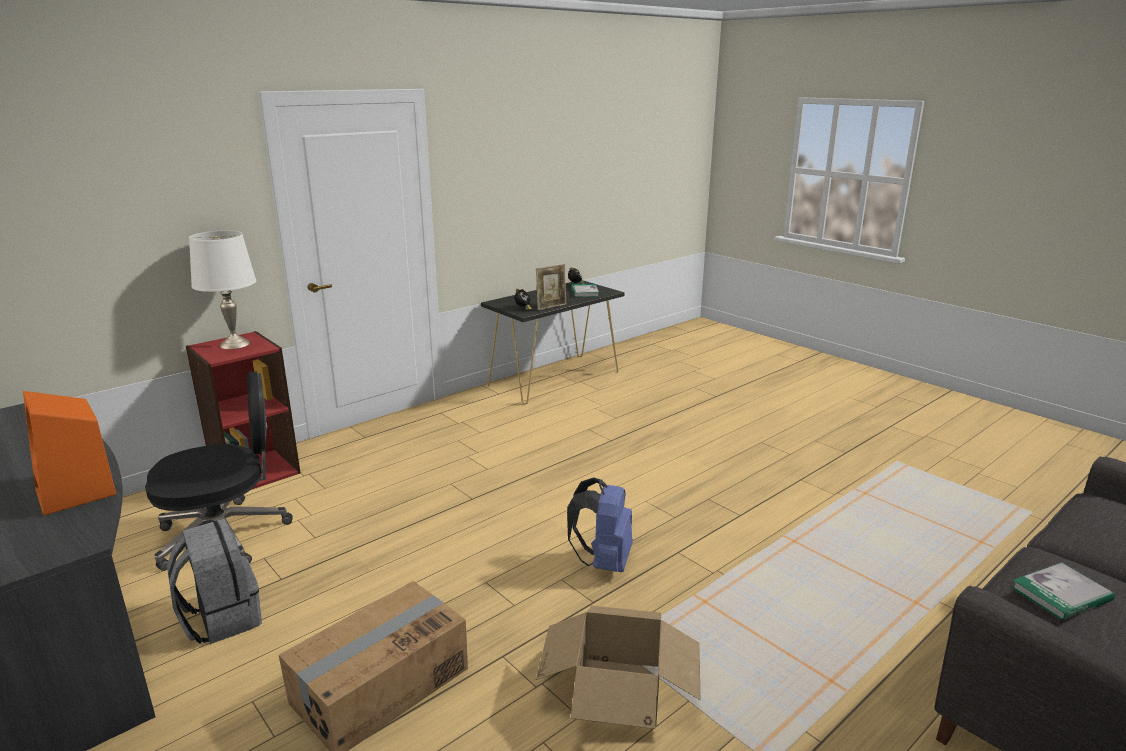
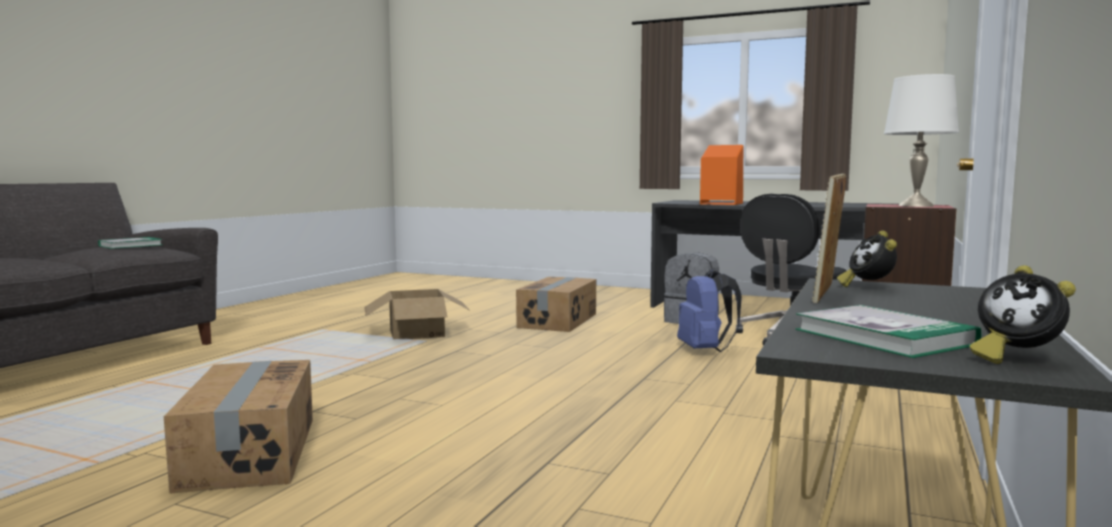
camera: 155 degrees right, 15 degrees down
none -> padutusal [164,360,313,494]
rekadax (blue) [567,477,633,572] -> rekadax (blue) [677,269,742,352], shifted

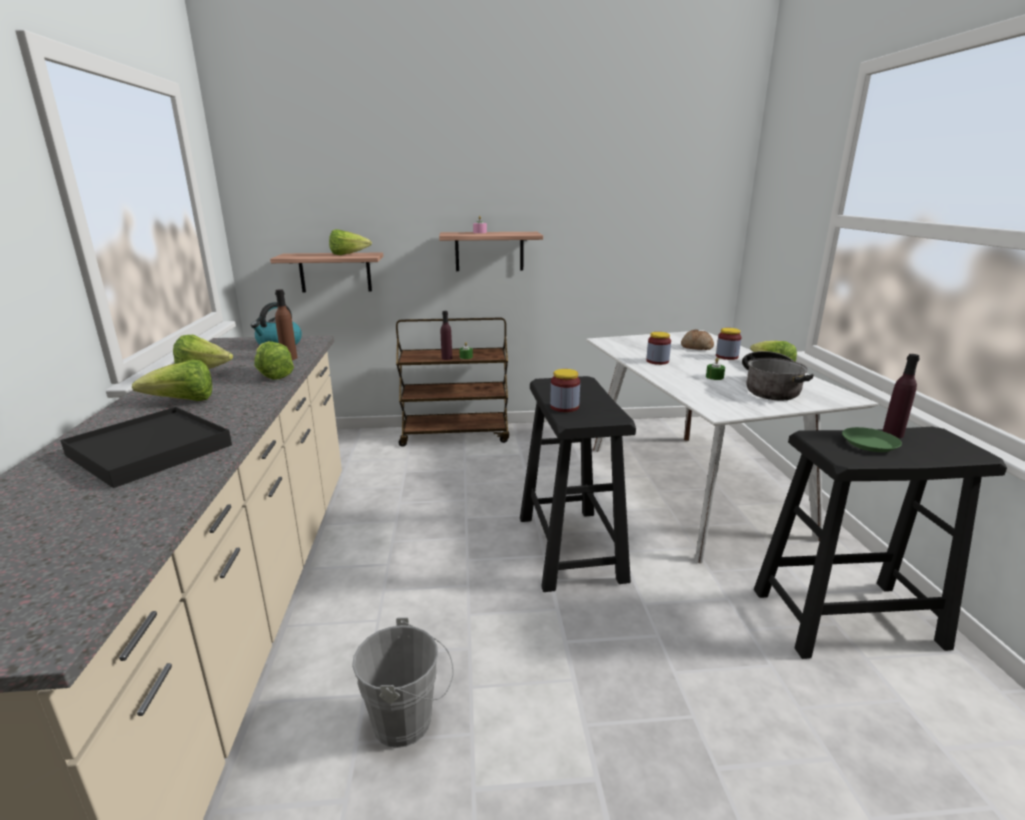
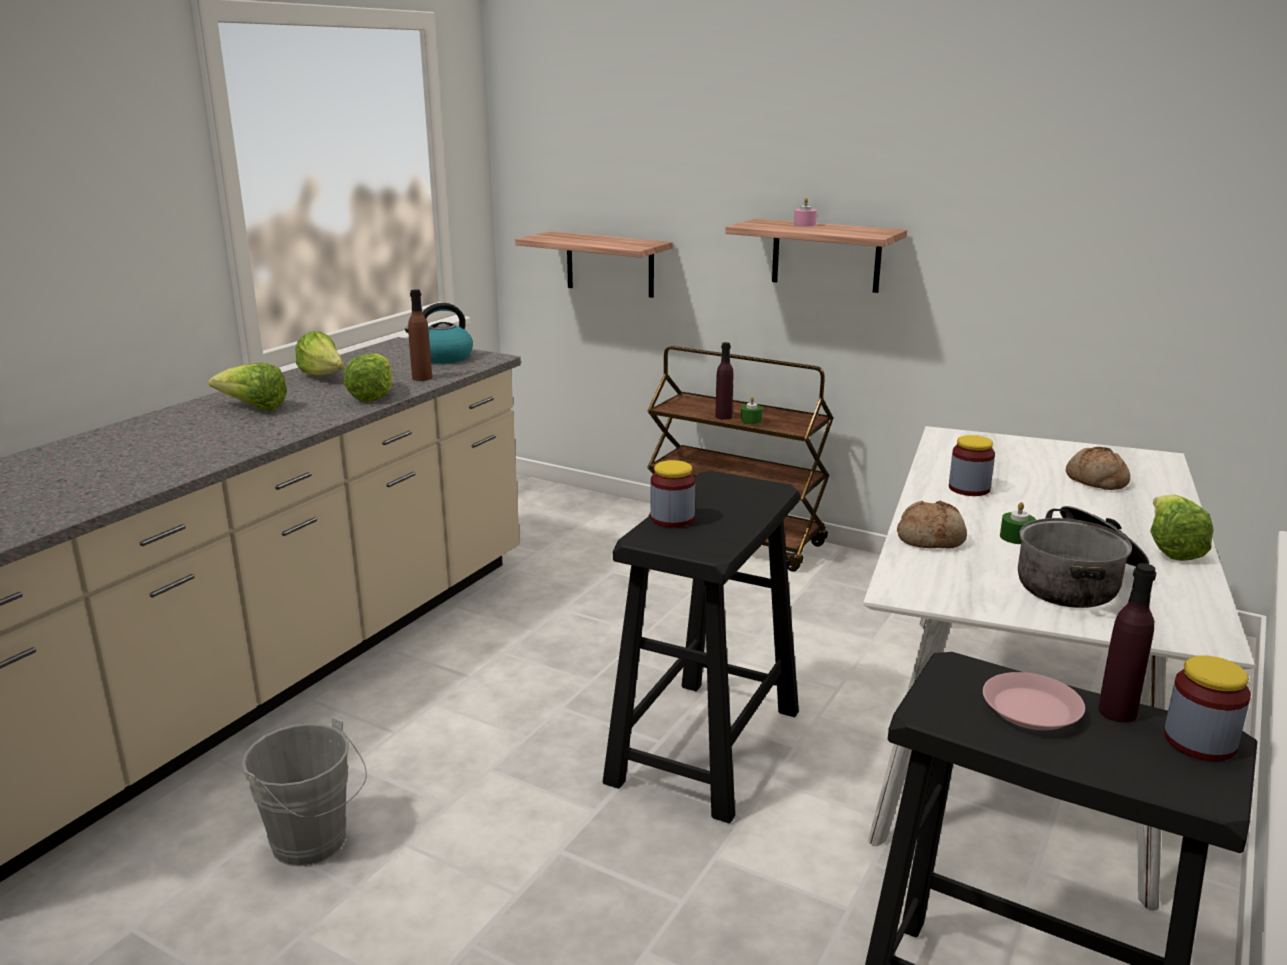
camera: 35 degrees right, 0 degrees up
none -> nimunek [897,501,967,548]
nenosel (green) [842,427,902,452] -> nenosel (pink) [983,672,1085,730]
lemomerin [716,328,742,360] -> lemomerin [1164,655,1251,761], shifted
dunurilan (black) [60,407,232,488] -> none
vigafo [329,229,372,255] -> none

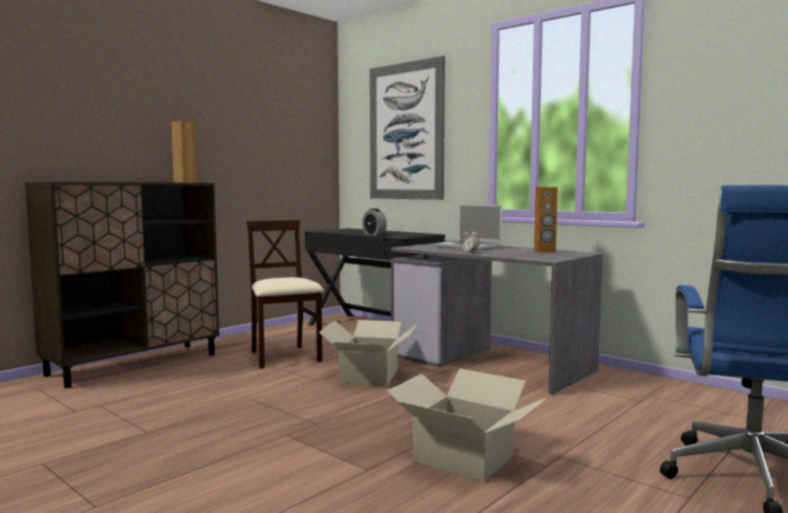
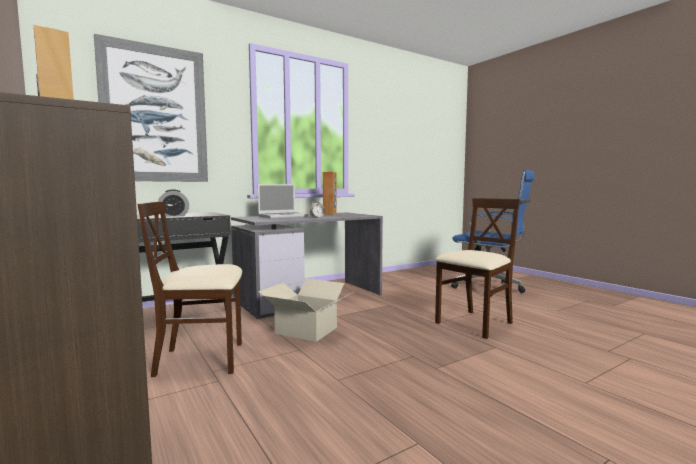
camera: 75 degrees left, 0 degrees up
padutusal [387,369,545,482] -> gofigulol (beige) [435,198,520,339]

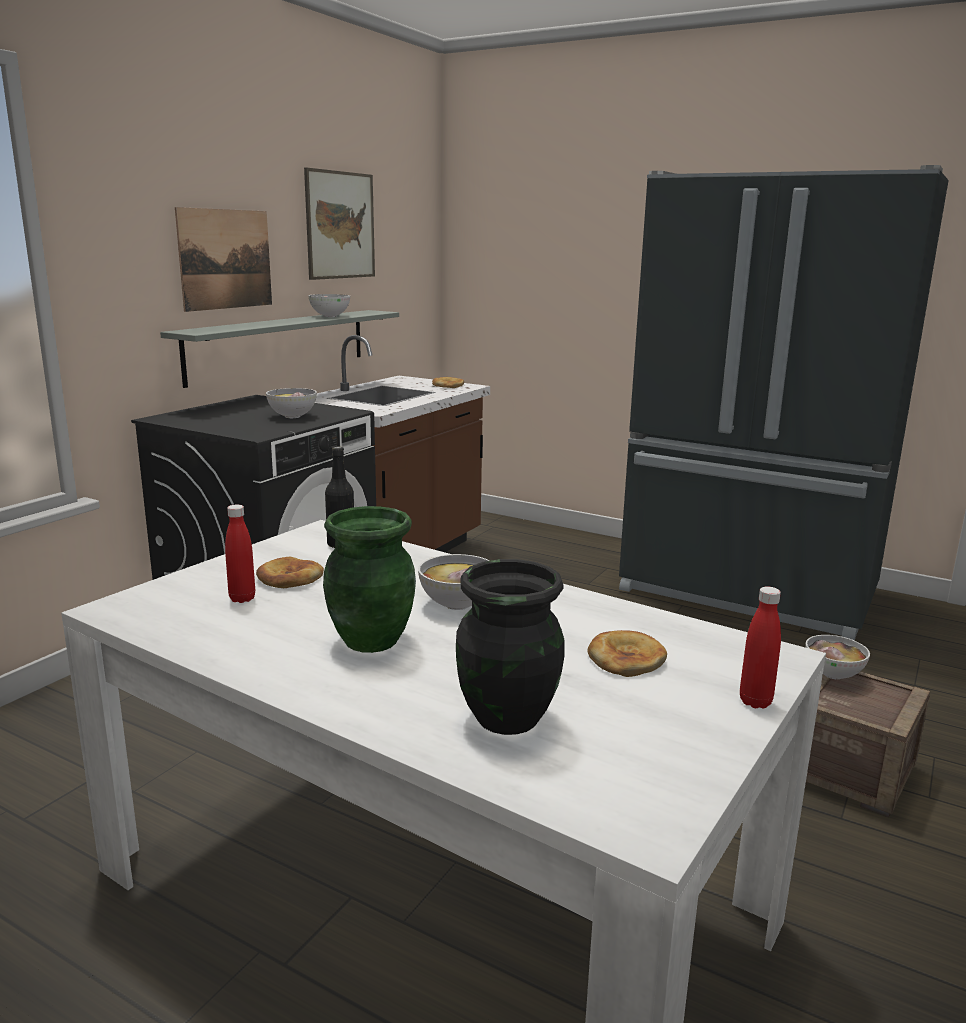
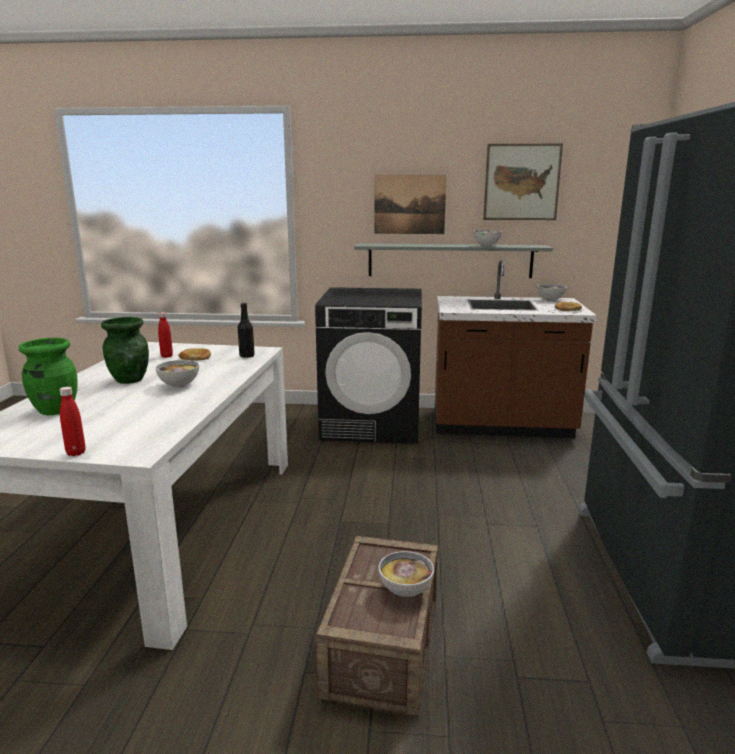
camera: 65 degrees right, 0 degrees up
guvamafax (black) [456,559,564,735] -> guvamafax (green) [19,338,78,415]
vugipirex [266,388,317,418] -> vugipirex [537,284,567,301], shifted
nimunek [588,630,667,677] -> none

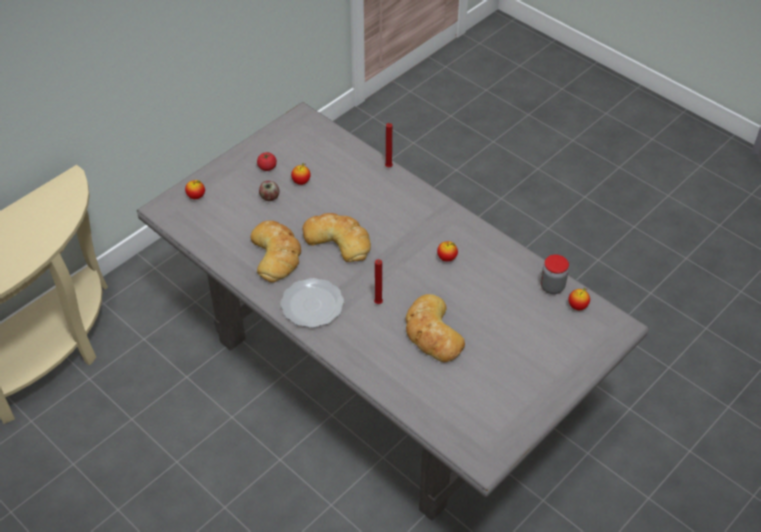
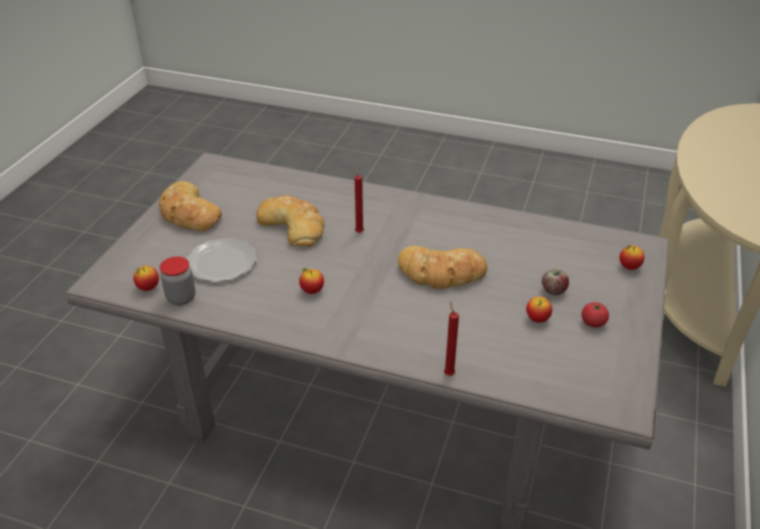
camera: 155 degrees right, 10 degrees down
nimunek [251,221,301,283] -> nimunek [159,181,222,231], shifted
nenosel [281,278,344,328] -> nenosel [186,238,257,282], shifted

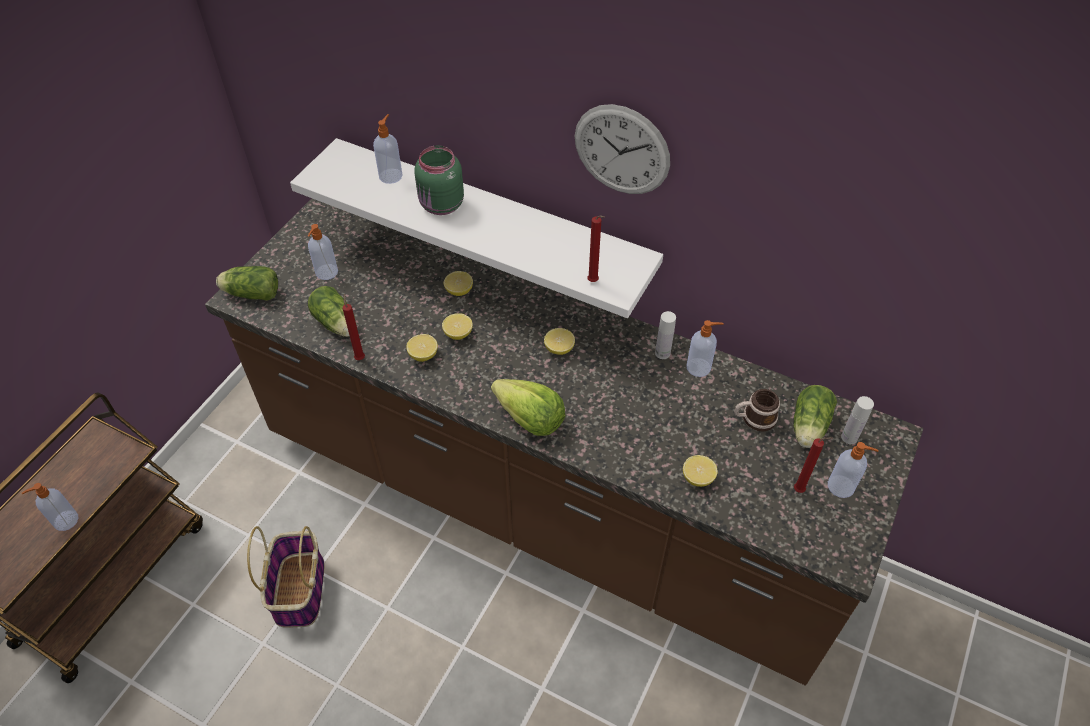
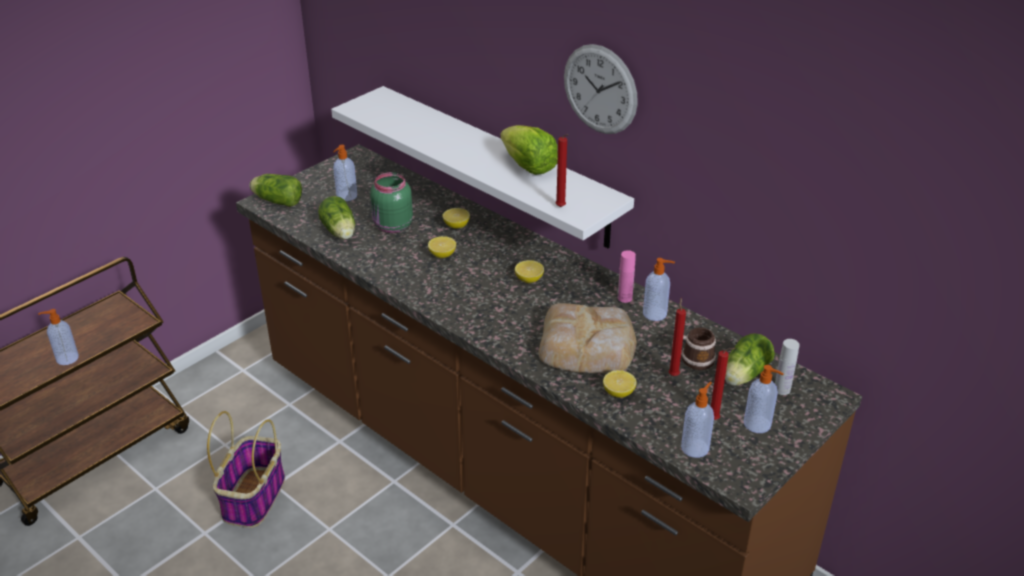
camera: 15 degrees right, 15 degrees down
lemomerin (green) [415,145,464,215] -> lemomerin (green) [370,172,413,233], shifted
vigafo [491,379,565,436] -> vigafo [500,125,558,175], shifted
none -> nimunek [539,303,637,373]
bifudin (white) [655,311,676,359] -> bifudin (pink) [618,250,636,303]
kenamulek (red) [343,294,365,360] -> kenamulek (red) [669,298,686,376], shifted
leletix [373,114,403,184] -> leletix [681,381,714,458], shifted
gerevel [406,334,438,362] -> none

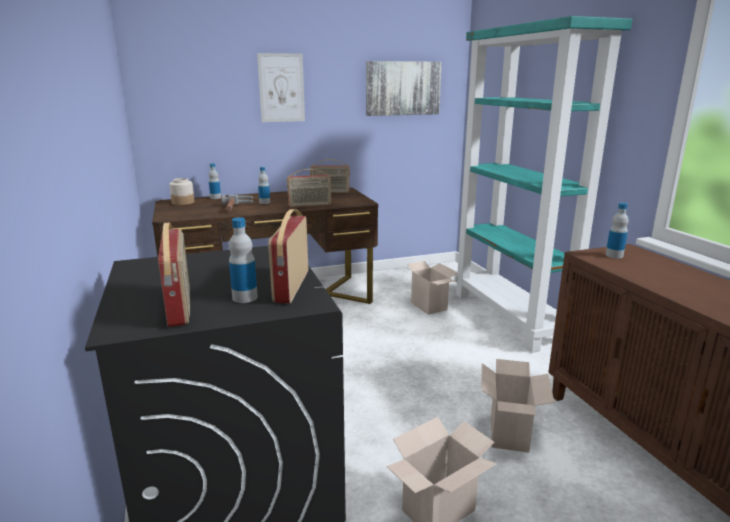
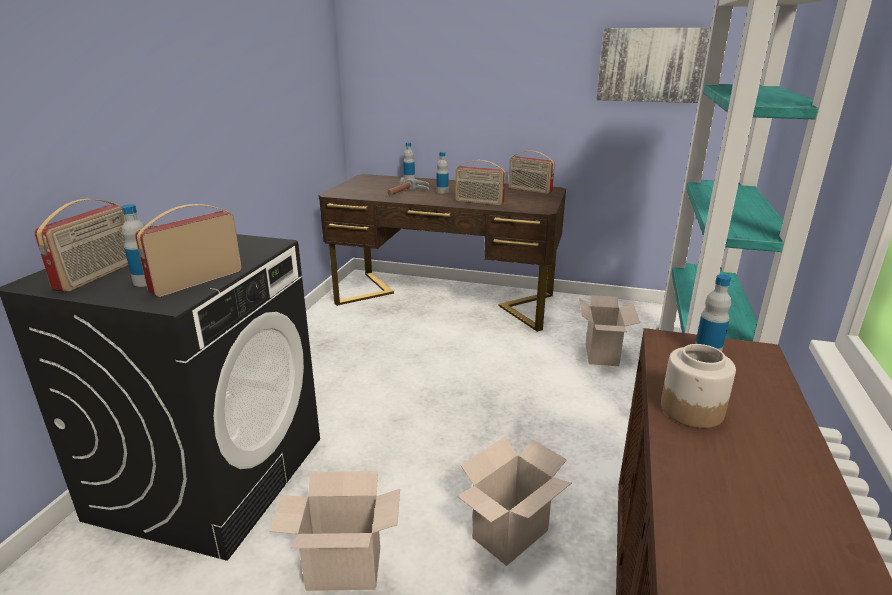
camera: 35 degrees right, 5 degrees up
lemomerin [169,178,195,205] -> lemomerin [661,344,736,428], shifted
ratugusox [257,53,305,122] -> none

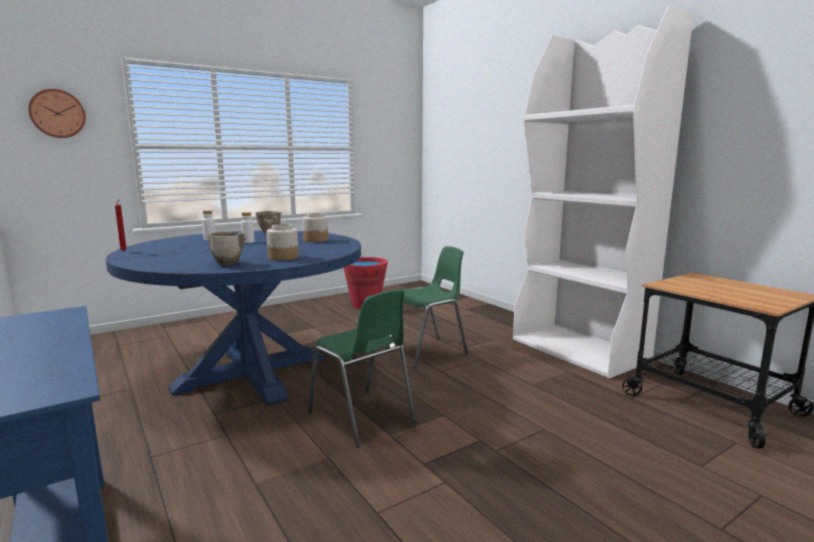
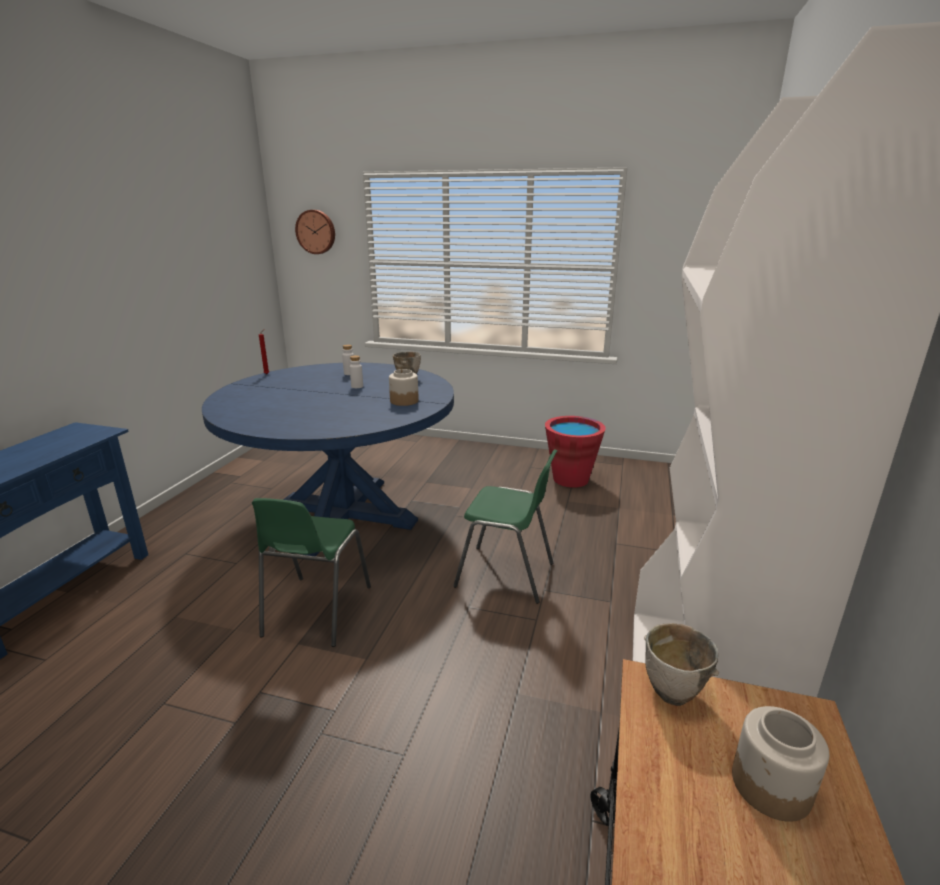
camera: 50 degrees right, 10 degrees up
vugipirex [206,232,246,266] -> vugipirex [644,623,719,706], shifted
lemomerin [267,224,299,261] -> lemomerin [732,706,829,822], shifted

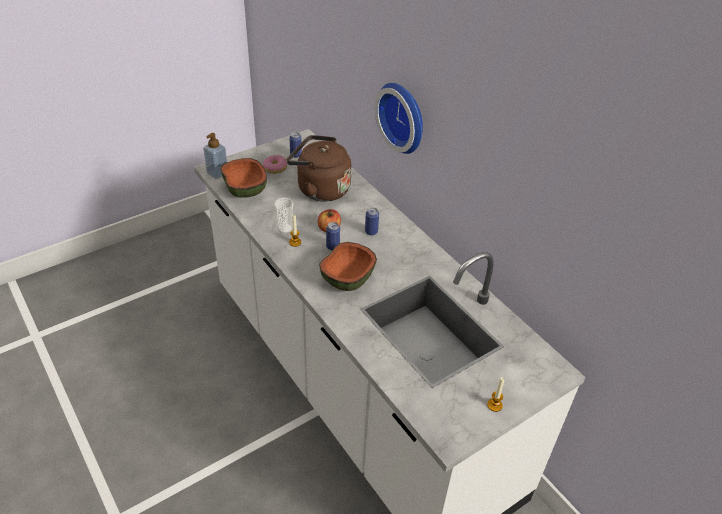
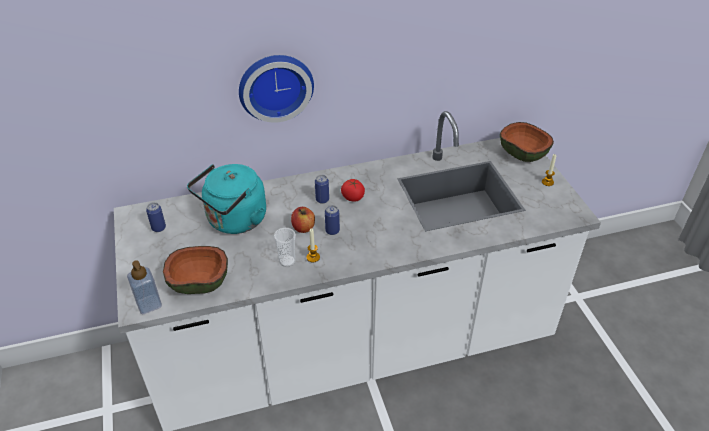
camera: 70 degrees left, 0 degrees up
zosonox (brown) [287,135,351,202] -> zosonox (turquoise) [187,164,266,234]
none -> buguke [341,179,365,202]
vugipirex [319,242,377,291] -> vugipirex [500,122,554,162], shifted
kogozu [263,155,288,174] -> none

